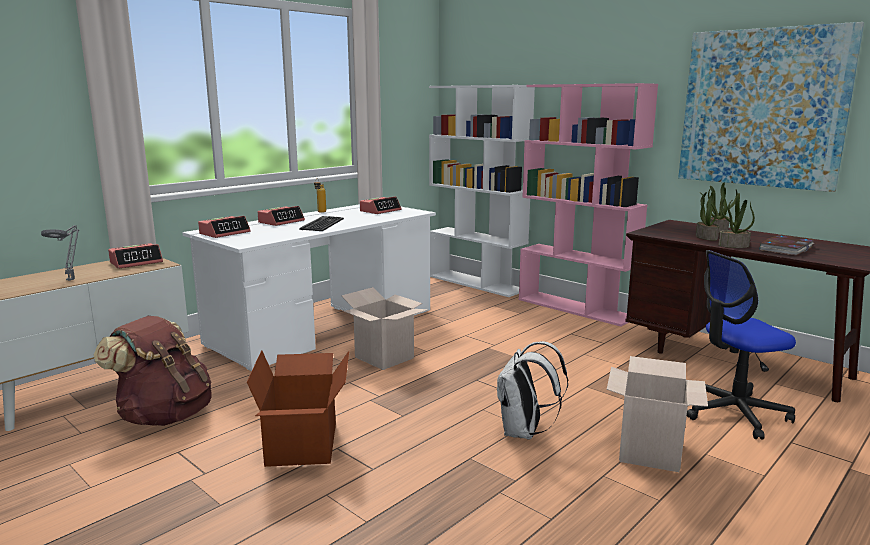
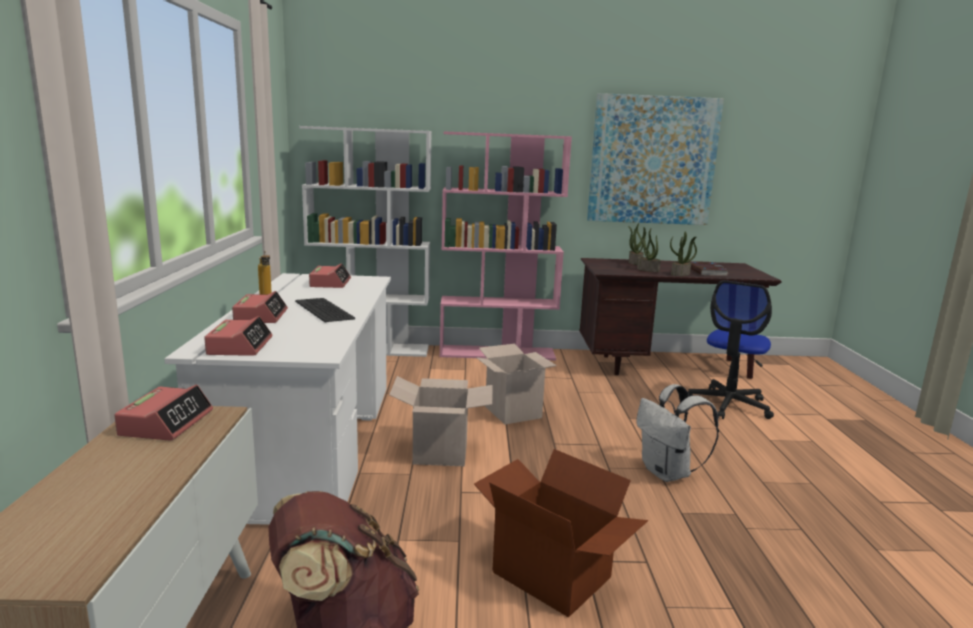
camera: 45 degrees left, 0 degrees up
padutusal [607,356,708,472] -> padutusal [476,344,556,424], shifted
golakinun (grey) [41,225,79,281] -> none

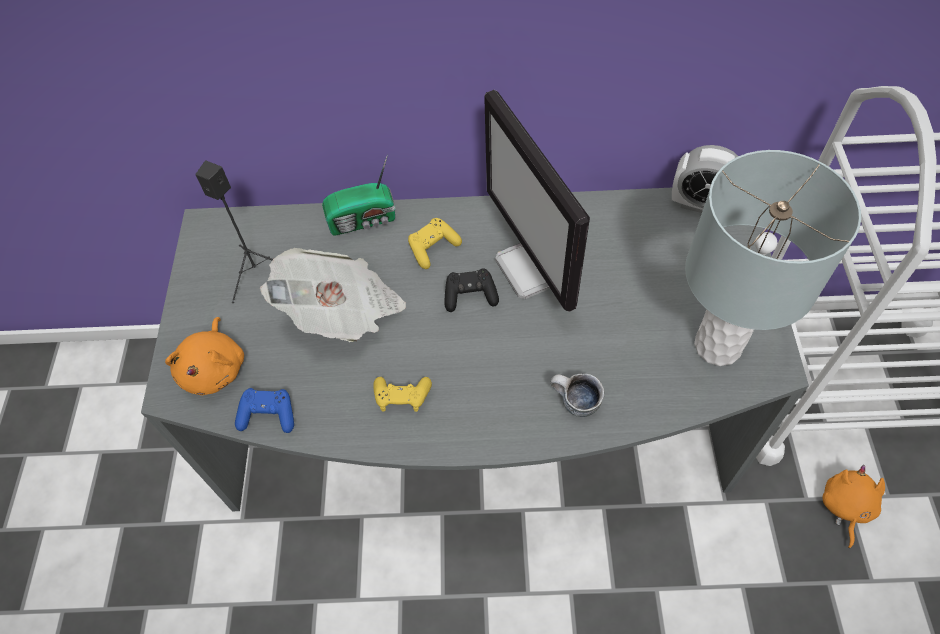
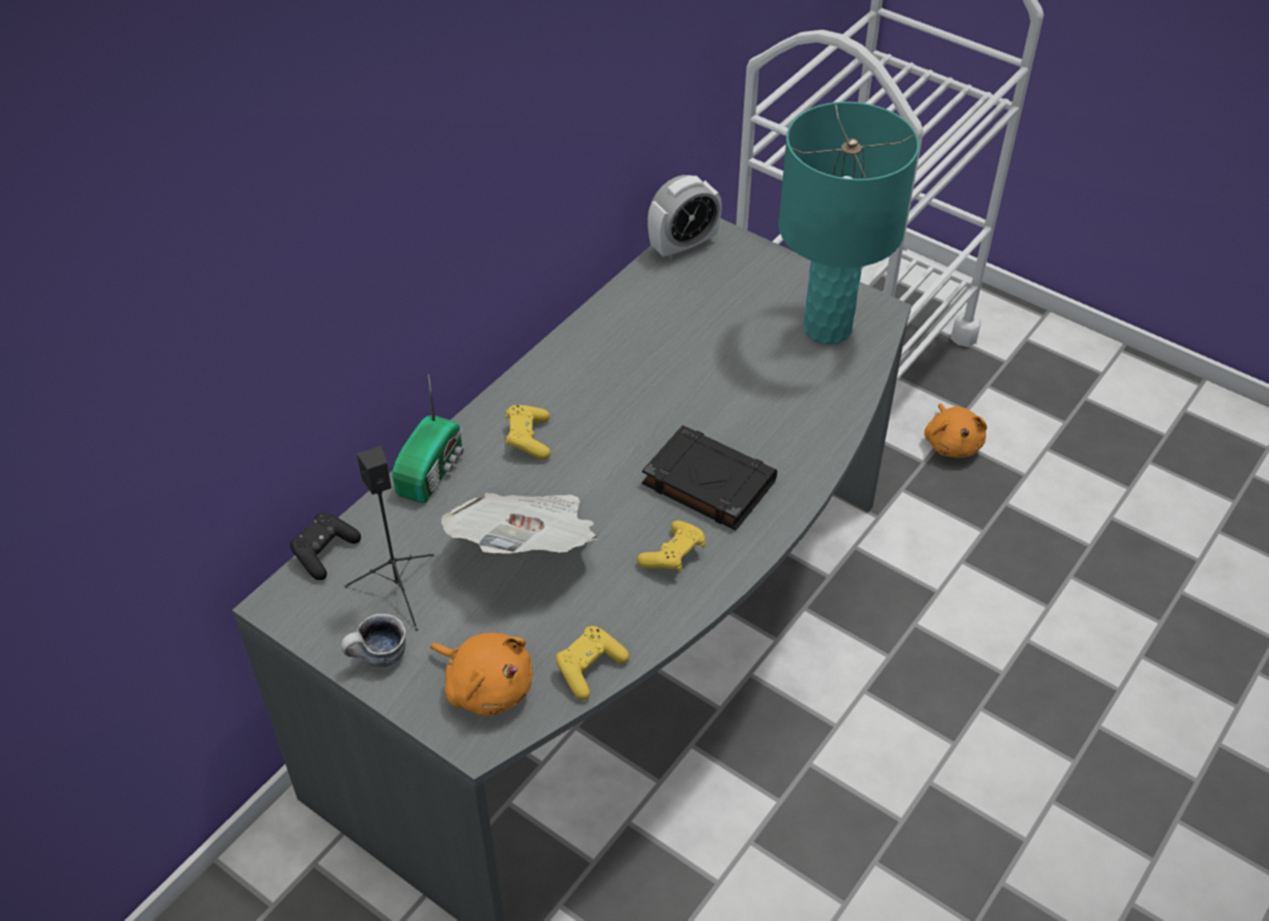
camera: 55 degrees left, 10 degrees down
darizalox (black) [445,268,499,312] -> darizalox (black) [290,513,361,580], shifted
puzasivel [550,374,604,417] -> puzasivel [341,614,406,667], shifted
darizalox (blue) [235,388,294,433] -> darizalox (yellow) [556,626,629,700]
none -> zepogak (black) [642,425,777,530]
golakinun (grey) [685,150,861,366] -> golakinun (turquoise) [778,102,919,344]
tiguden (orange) [823,465,885,549] -> tiguden (orange) [924,403,987,458], 150 degrees counterclockwise
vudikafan [484,90,590,312] -> none

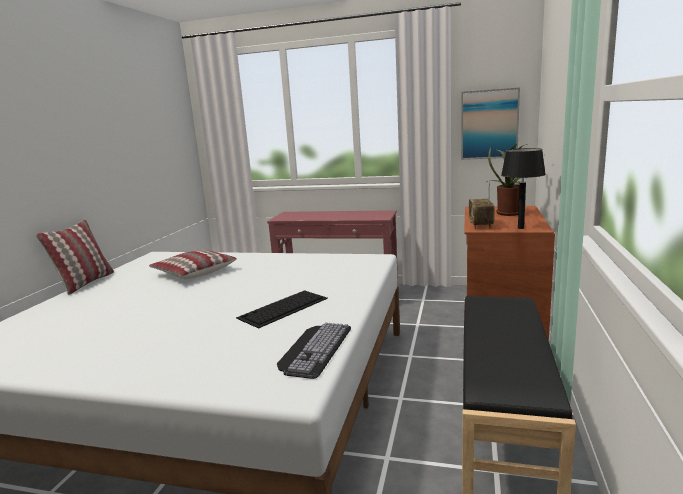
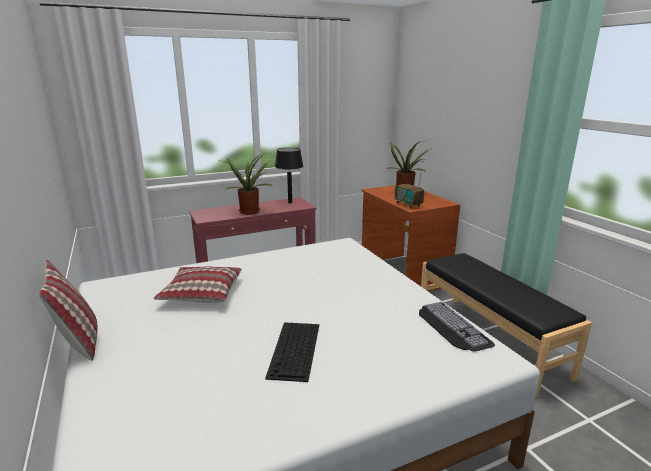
camera: 40 degrees left, 5 degrees up
none -> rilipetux [223,153,274,214]
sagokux [236,290,328,328] -> sagokux [265,322,319,382], shifted
golakinun (black) [501,148,546,229] -> golakinun (black) [275,148,303,203], shifted
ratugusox [461,87,520,160] -> none

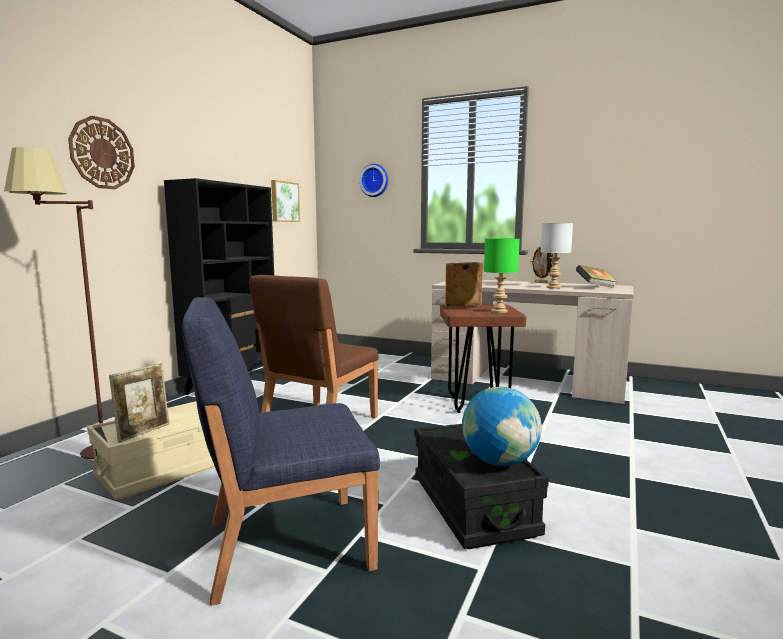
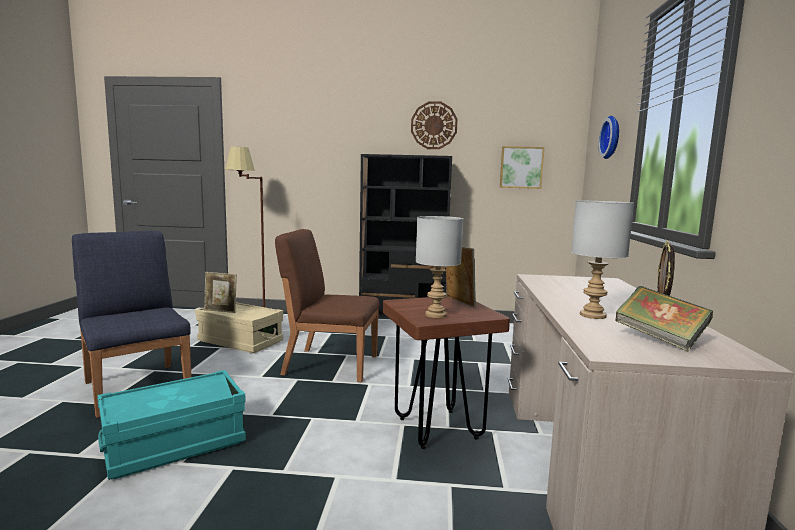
camera: 70 degrees right, 0 degrees up
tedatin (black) [414,424,549,549] -> tedatin (turquoise) [97,370,246,480]
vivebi [68,116,135,189] -> vivebi [411,101,458,149], shifted
golakinun (green) [484,238,520,313] -> golakinun (grey) [416,216,463,318]
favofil [462,387,542,466] -> none

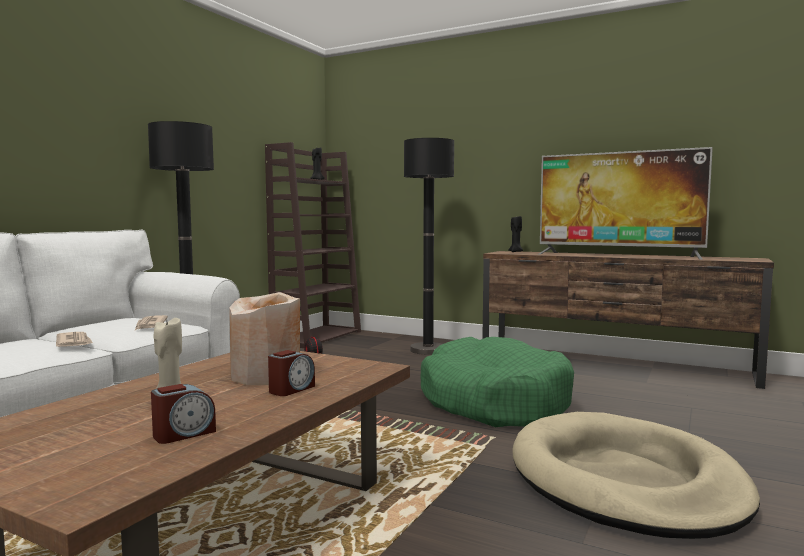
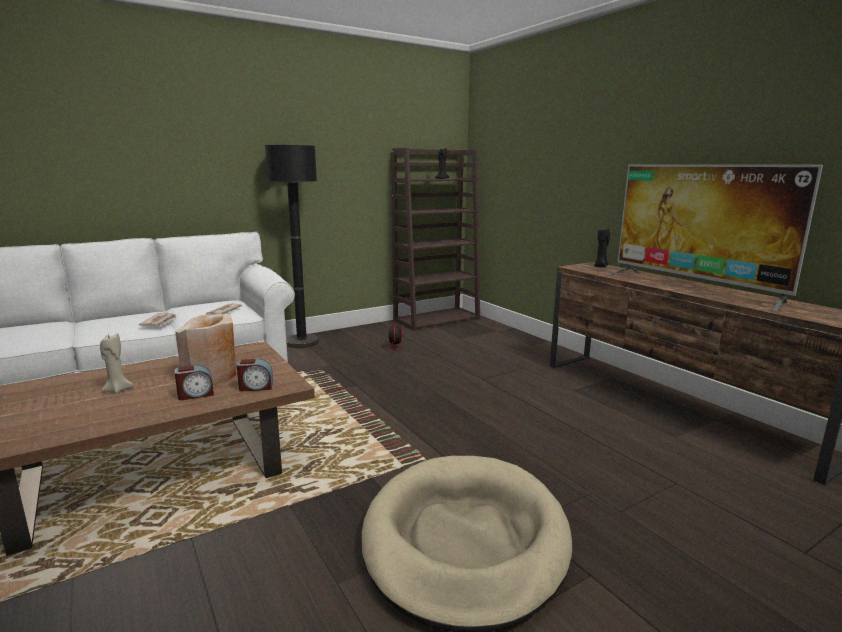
camera: 30 degrees right, 10 degrees up
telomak [151,384,216,444] -> telomak [237,359,273,391], shifted
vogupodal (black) [404,138,454,355] -> none
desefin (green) [421,337,574,427] -> none

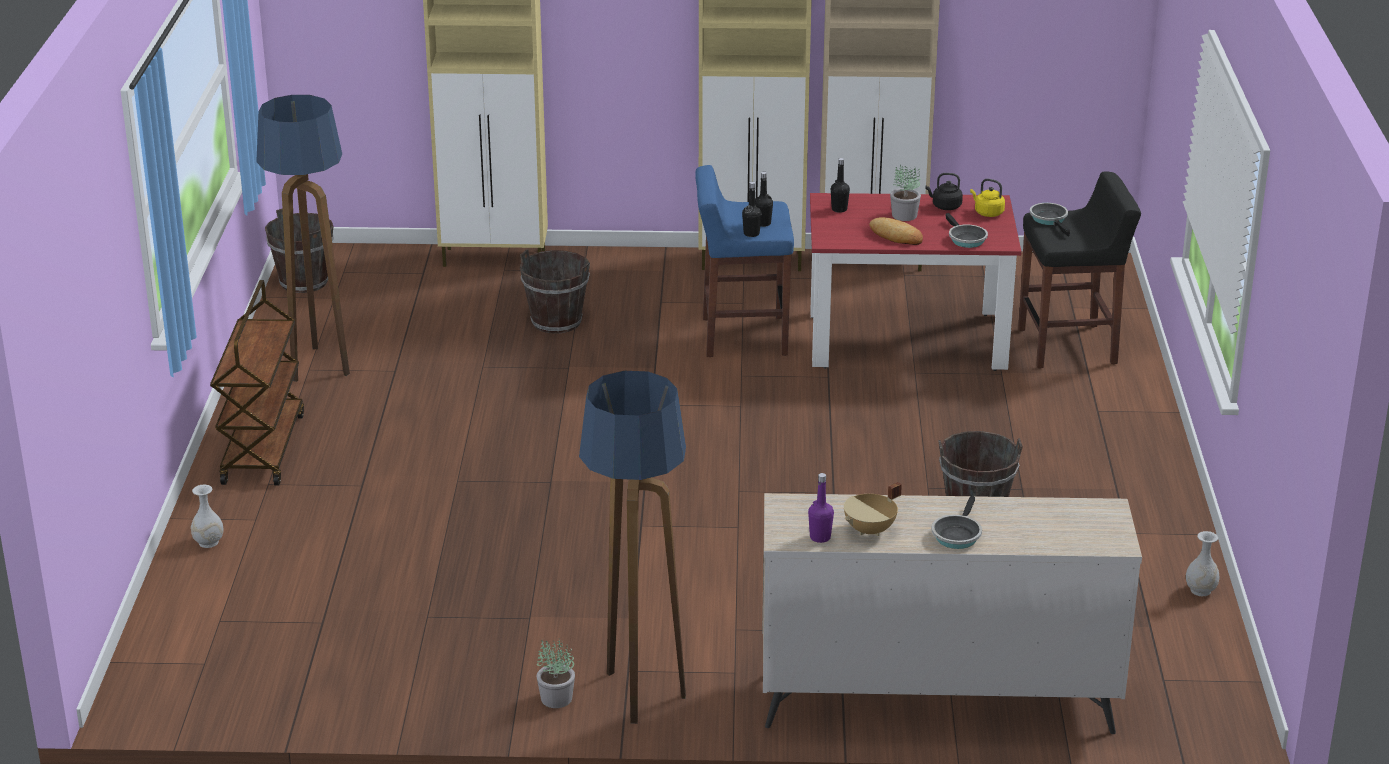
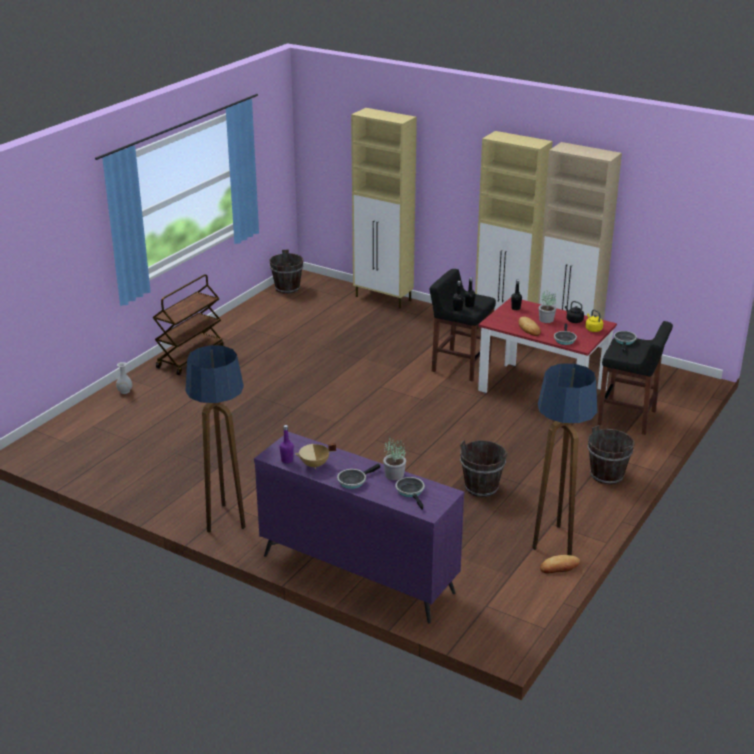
camera: 30 degrees right, 0 degrees up
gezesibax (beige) [762,493,1142,734] -> gezesibax (purple) [254,432,464,623]
rilipetux [536,638,575,708] -> rilipetux [383,437,406,480], shifted
none -> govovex [396,477,425,510]
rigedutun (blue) [695,165,794,357] -> rigedutun (black) [429,269,496,381]
vogupodal [256,95,350,382] -> vogupodal [532,363,597,555], shifted
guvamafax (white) [1186,531,1219,596] -> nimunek [540,555,580,573]
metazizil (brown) [520,249,590,334] -> metazizil (brown) [588,425,634,485], shifted

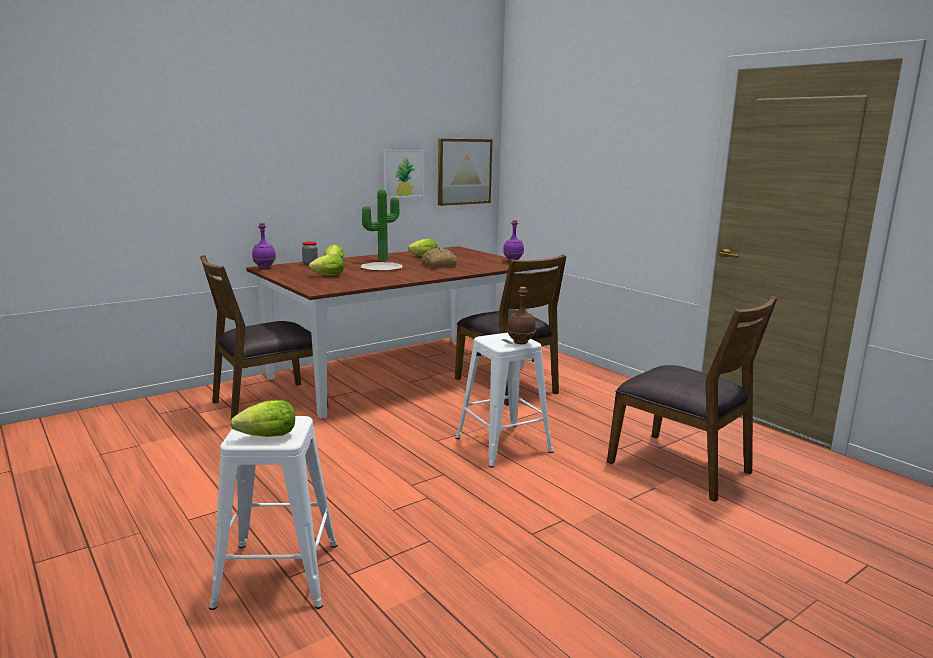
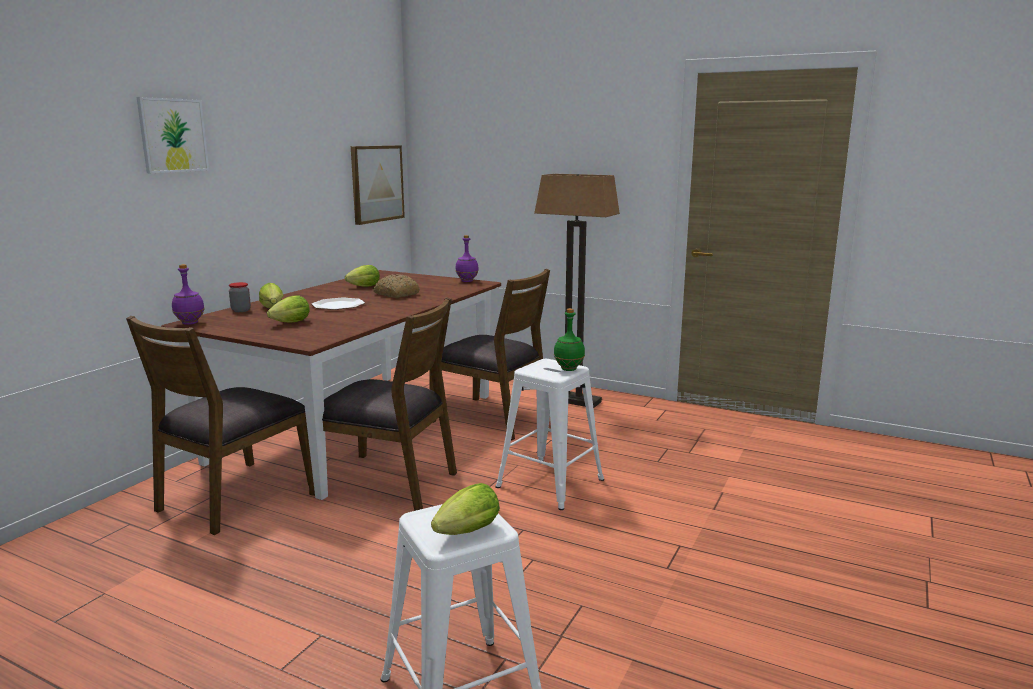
camera: 25 degrees left, 0 degrees up
ratugusox [383,150,425,198] -> ratugusox [136,97,209,173], shifted
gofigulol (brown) [607,296,777,502] -> gofigulol (brown) [305,297,457,511], shifted
none -> vogupodal [534,174,620,408]
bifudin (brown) [507,287,536,344] -> bifudin (green) [554,308,585,371]
rilipetux [362,189,399,261] -> none

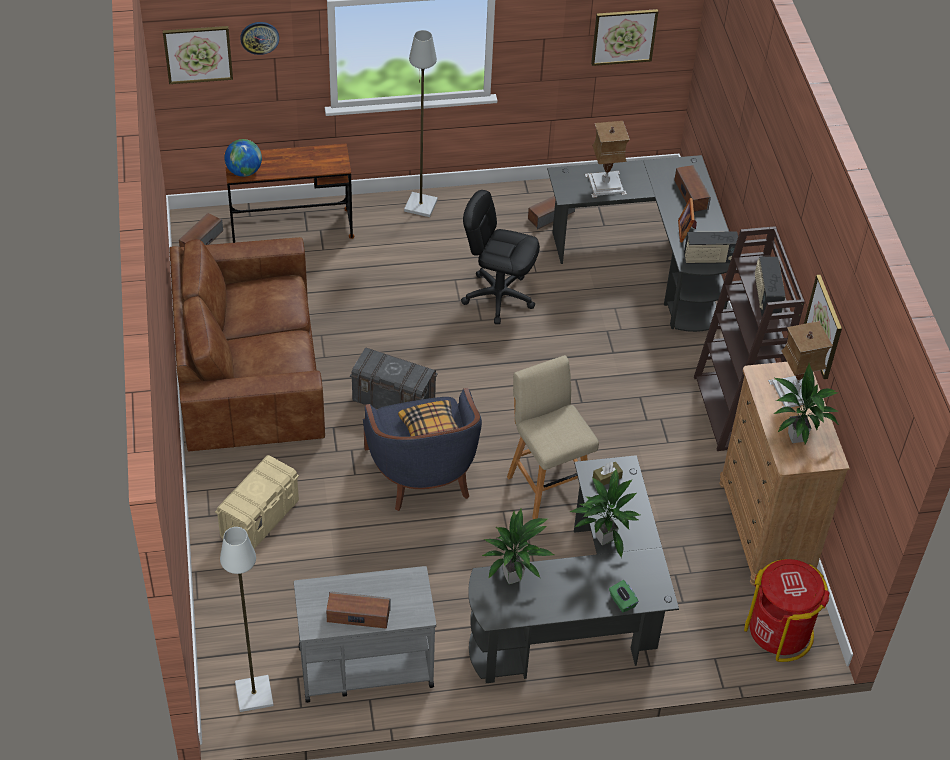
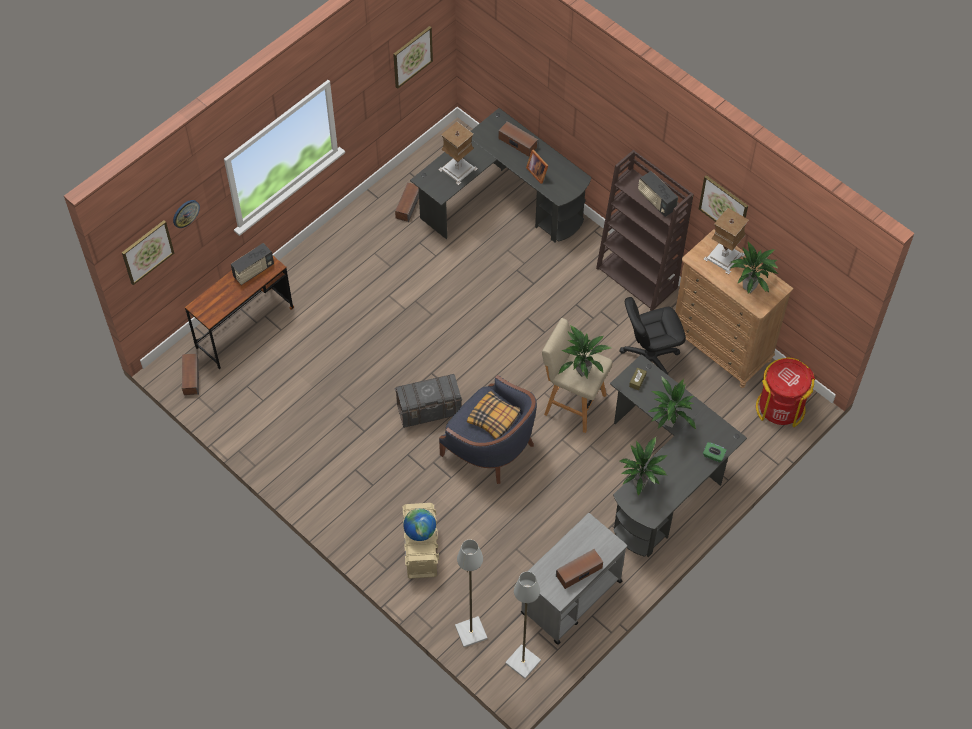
camera: 35 degrees left, 10 degrees up
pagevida [684,231,738,264] -> pagevida [231,243,274,285], shifted
favofil [224,139,262,177] -> favofil [403,508,436,541], shifted
vogupodal (grey) [404,30,438,217] -> vogupodal (grey) [455,539,487,647], shifted
none -> rilipetux [559,325,611,378]
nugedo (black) [461,190,540,324] -> nugedo (black) [619,297,686,375], shifted
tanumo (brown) [169,237,325,451] -> none

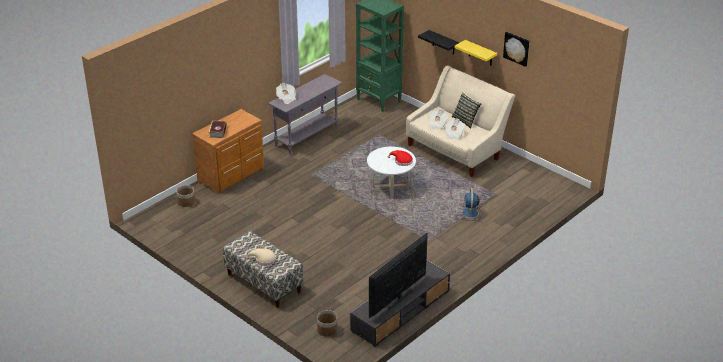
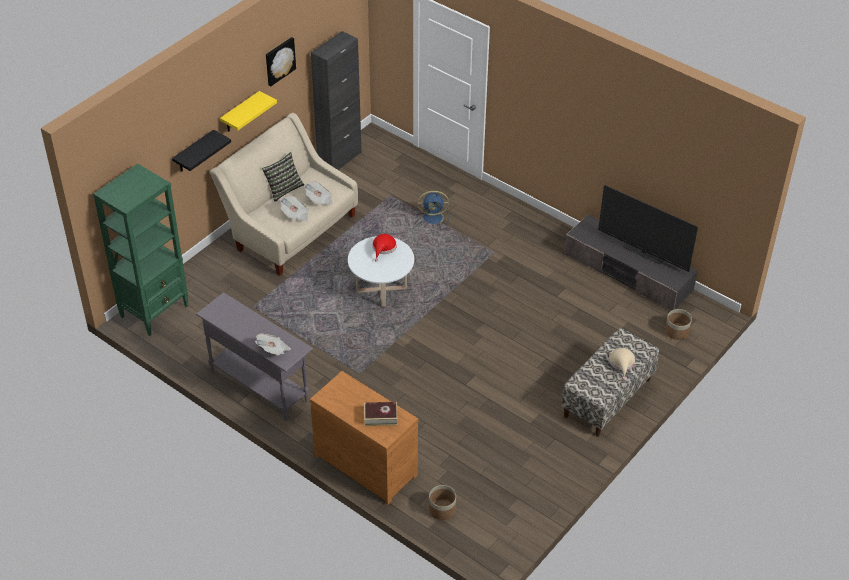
camera: 95 degrees left, 10 degrees up
none -> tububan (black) [311,31,362,170]

